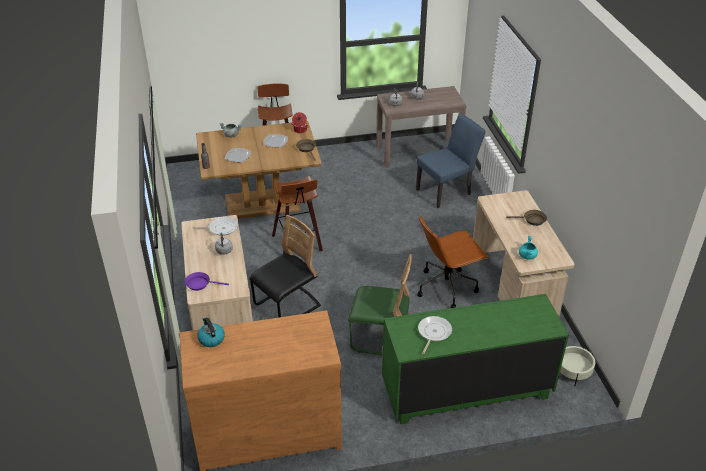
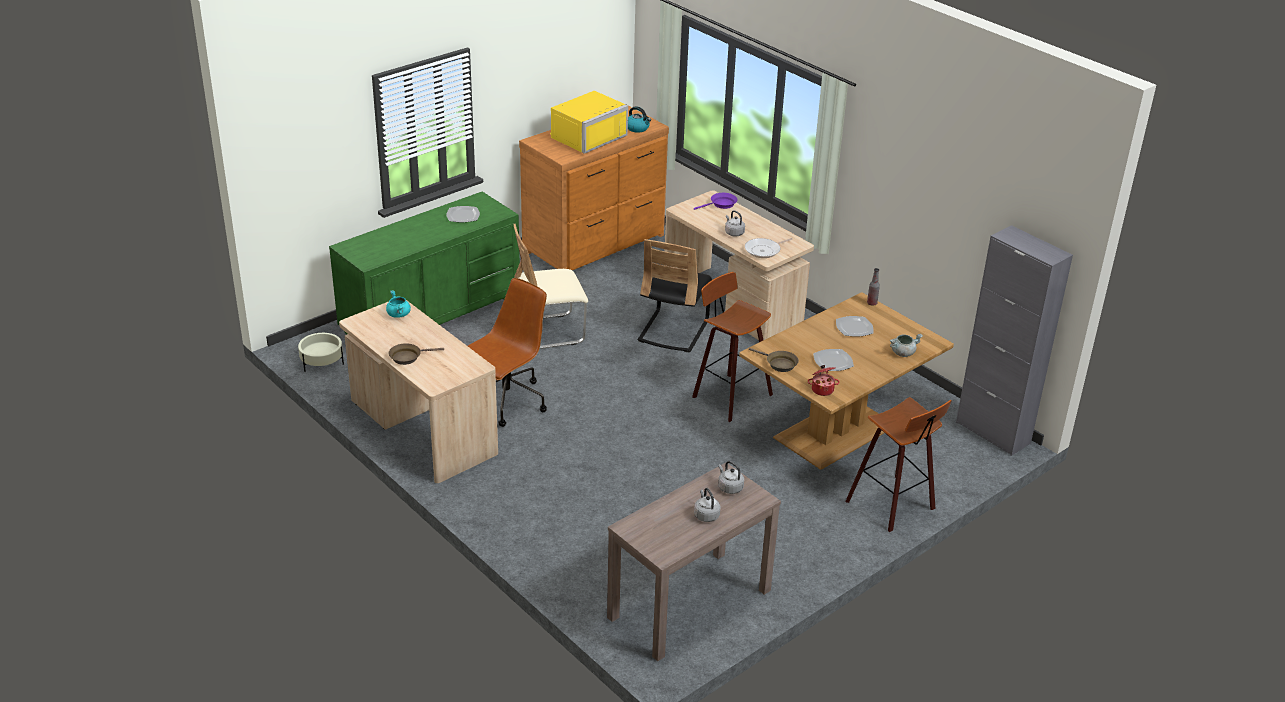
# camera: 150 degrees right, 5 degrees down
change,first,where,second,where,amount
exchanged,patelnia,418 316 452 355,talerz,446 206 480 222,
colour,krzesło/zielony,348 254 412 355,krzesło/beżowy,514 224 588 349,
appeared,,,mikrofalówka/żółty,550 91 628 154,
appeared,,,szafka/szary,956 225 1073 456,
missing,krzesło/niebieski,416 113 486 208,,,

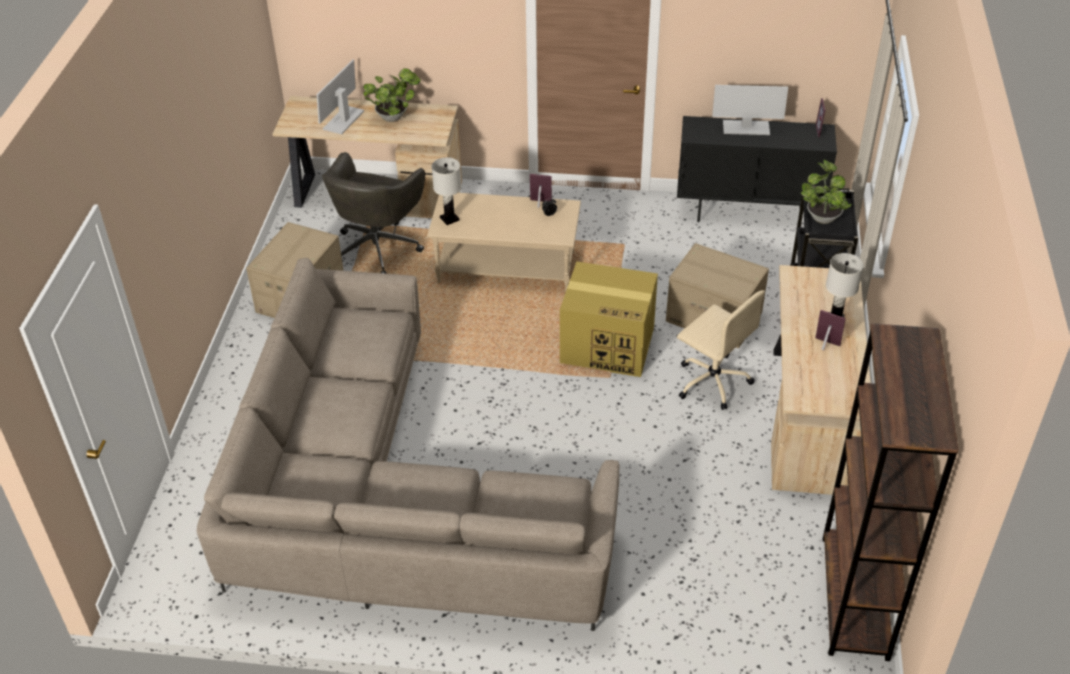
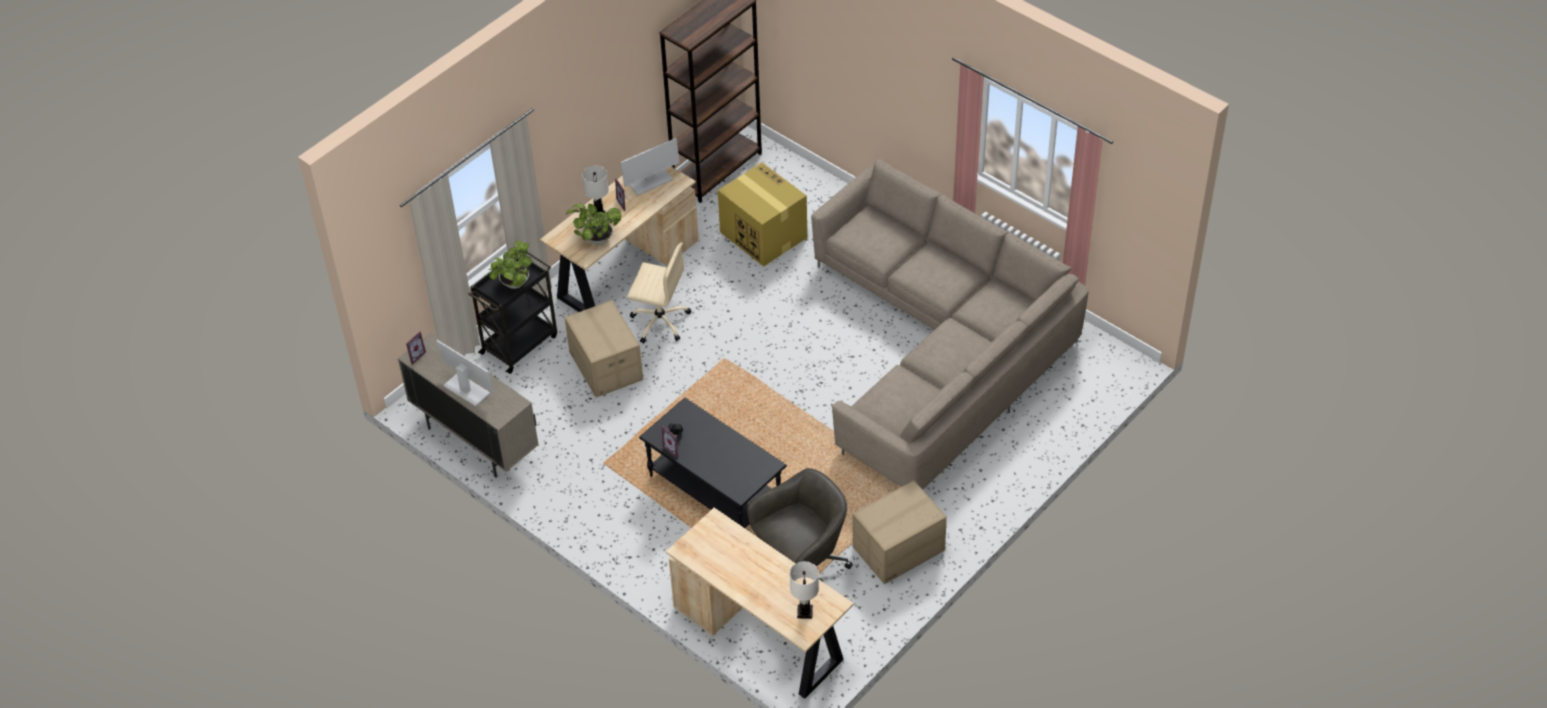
# camera: 145 degrees left, 5 degrees up
change,first,where,second,where,amount
colour,szafka/czarny,677 116 837 222,szafka/beżowy,398 333 539 478,
relocated,roślina doniczkowa,363 68 421 122,,566 203 621 245,
relocated,monitor,317 59 364 135,,621 138 680 195,
spun,krzesło biurowe/beżowy,677 290 765 410,,627 243 691 344,120 degrees clockwise
colour,ława/beżowy,427 193 581 292,ława/czarny,639 398 786 528,
relocated,karton,560 261 658 377,,718 162 807 267,
relocated,lampa stołowa/biały,432 157 462 225,,790 561 819 619,

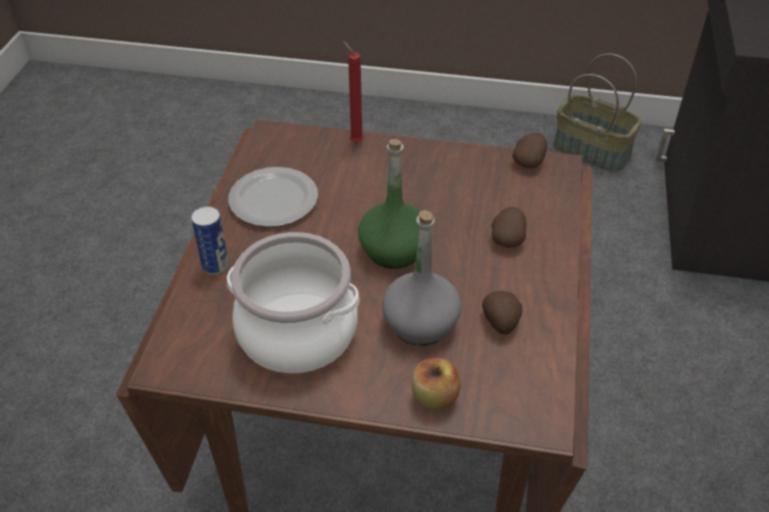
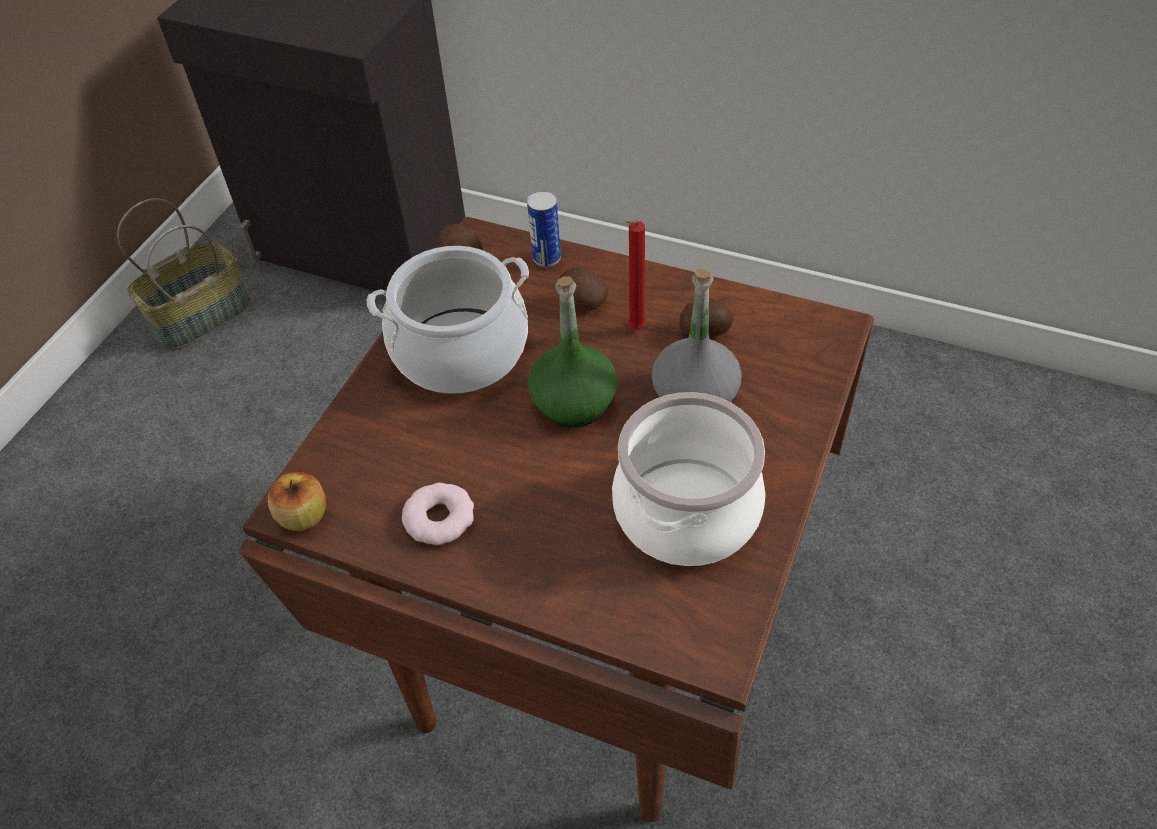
# camera: 75 degrees left, 5 degrees up
change,first,where,second,where,amount
relocated,jabłko,412 358 461 410,,267 472 326 531,
appeared,,,garnek,367 246 529 394,
exchanged,talerz,228 167 318 227,donut,402 483 474 545,
relocated,puszka,191 206 229 275,,527 191 561 268,
relocated,świeca/czerwony,343 41 364 143,,625 221 646 330,

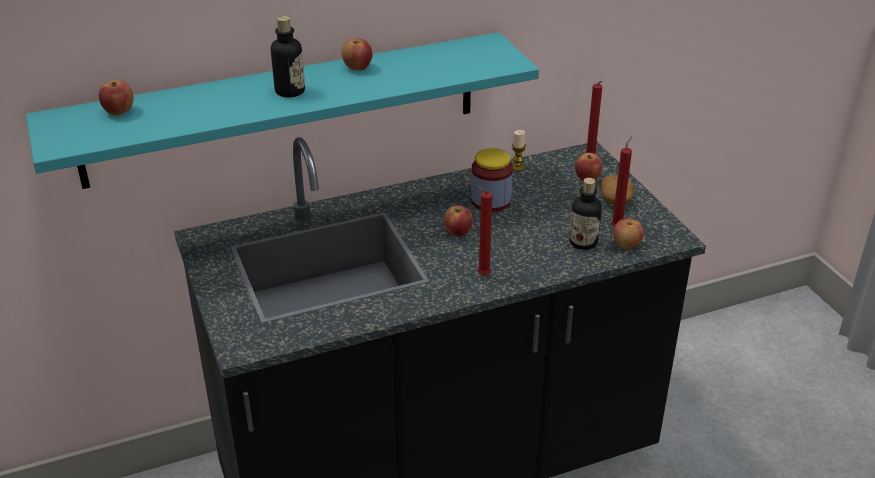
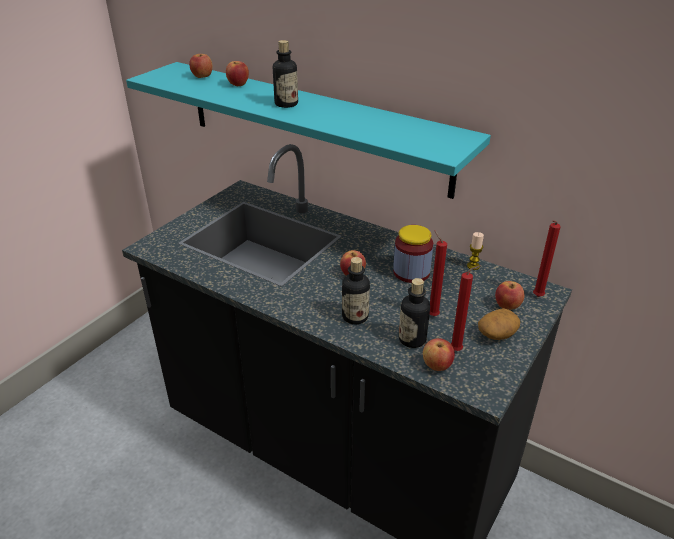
# camera: 55 degrees right, 0 degrees up
change,first,where,second,where,amount
relocated,jabłko,342 38 372 70,,226 61 249 86,
appeared,,,butelka,342 257 370 324,
relocated,świeca/czerwony,475 186 492 275,,430 230 447 316,

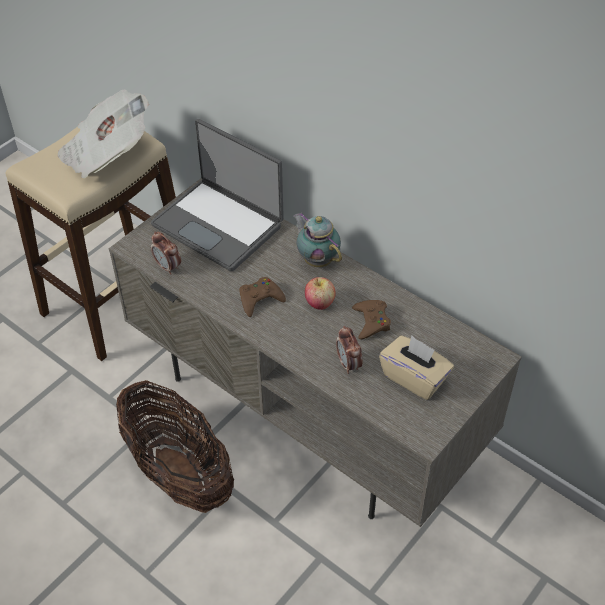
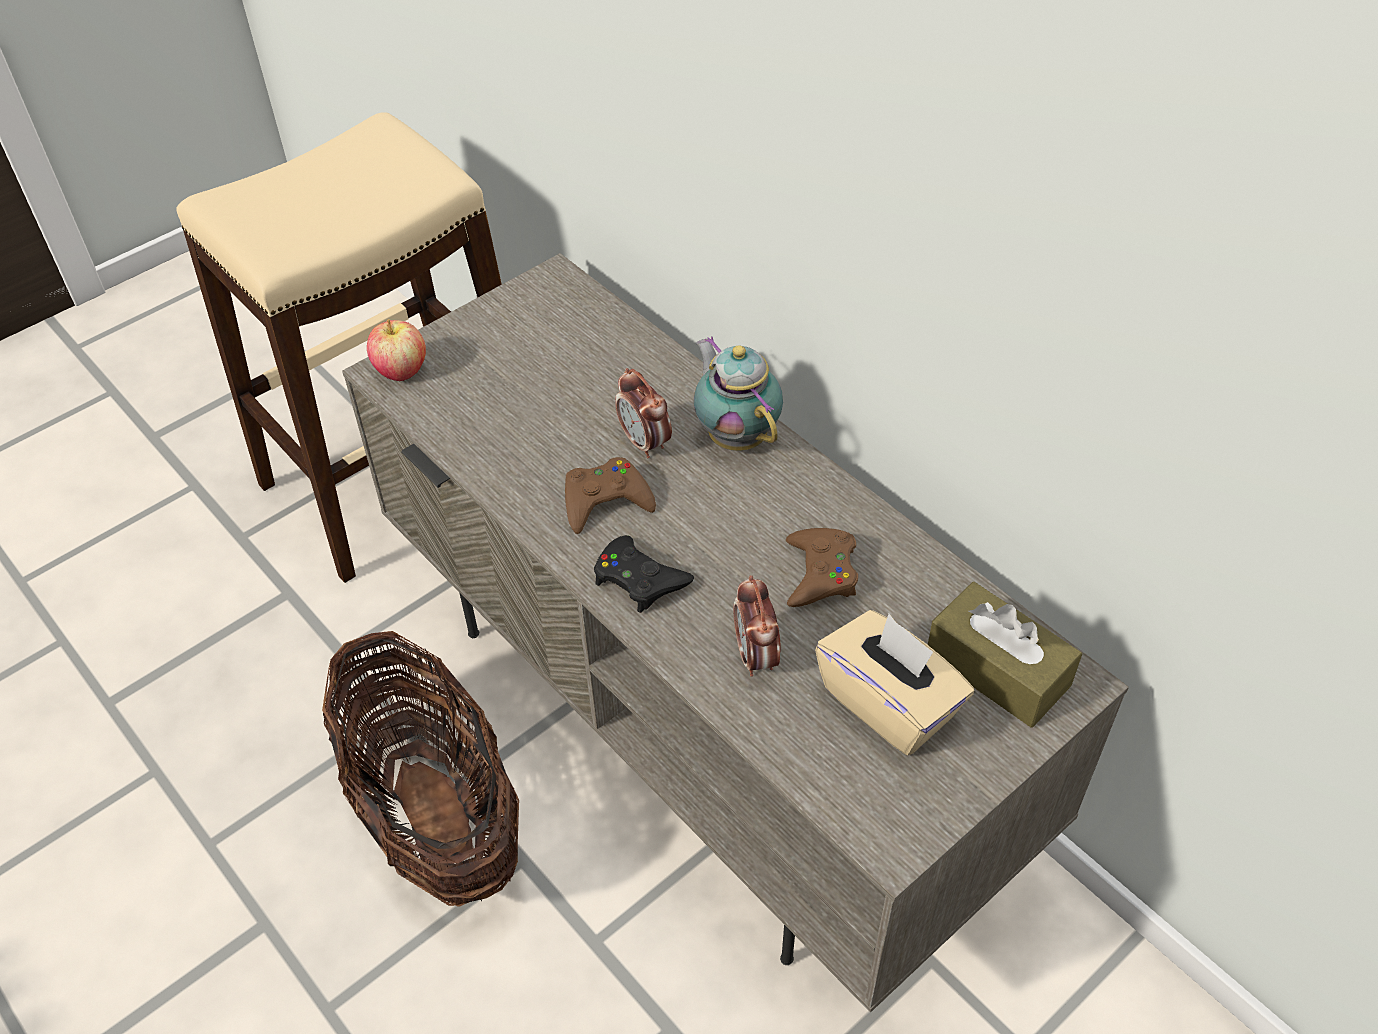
# camera: 10 degrees right, 0 degrees up
change,first,where,second,where,amount
relocated,jabłko,305 277 336 310,,367 319 426 381,
appeared,,,pad do gier/czarny,594 535 694 613,
relocated,budzik,151 231 181 275,,615 368 672 458,
appeared,,,pudełko chusteczek/brązowy,928 582 1082 728,
missing,gazeta,58 89 149 178,,,
missing,laptop,151 119 284 272,,,

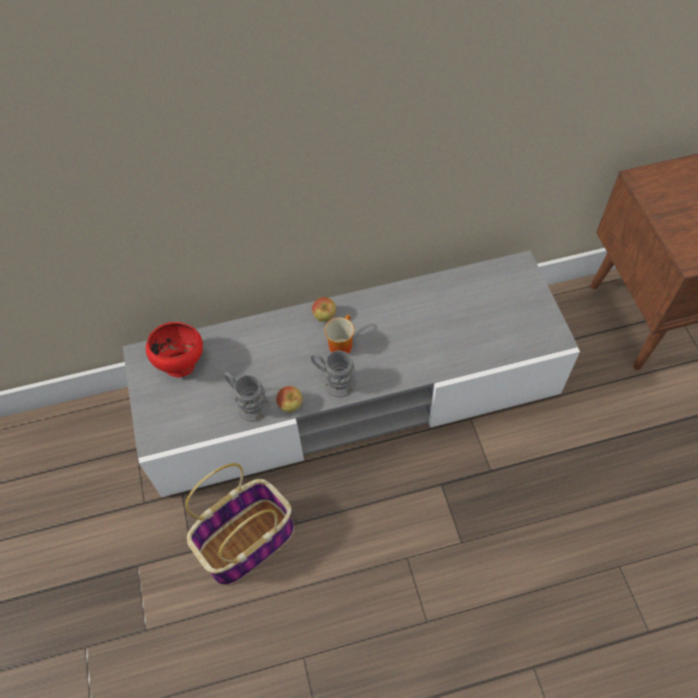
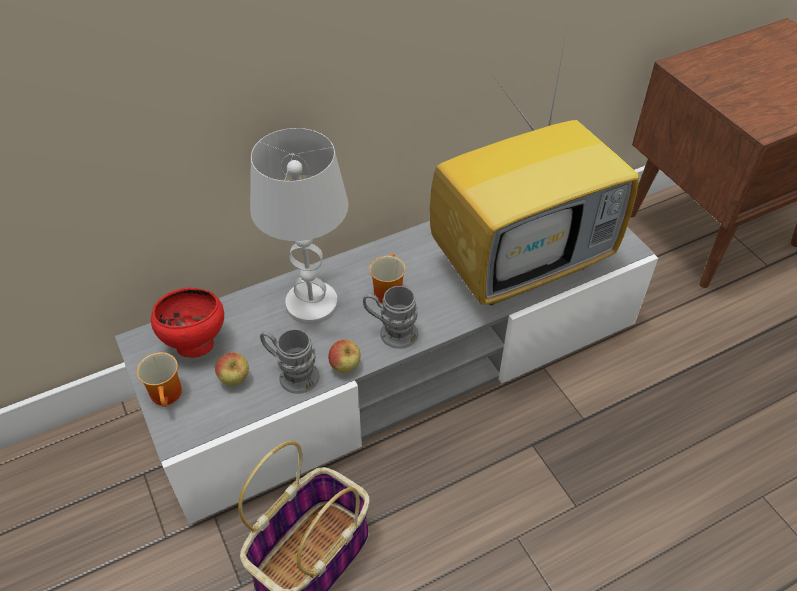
# camera: 15 degrees left, 10 degrees down
change,first,where,second,where,amount
appeared,,,kubek,136 352 182 407,
relocated,jabłko,312 297 336 322,,215 353 249 386,
appeared,,,lampa stołowa/biały,250 128 349 324,
appeared,,,telewizor,430 29 639 305,

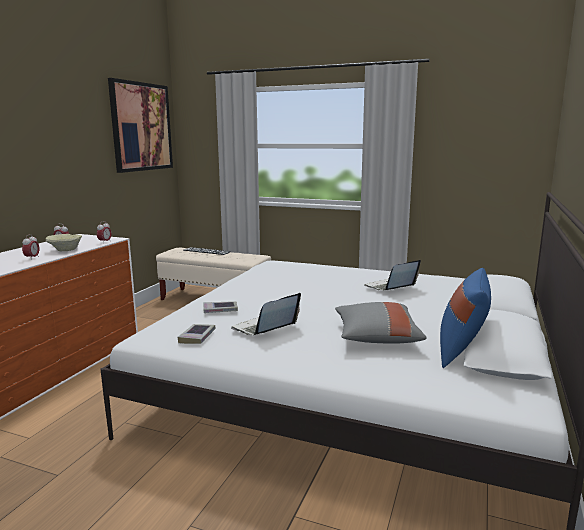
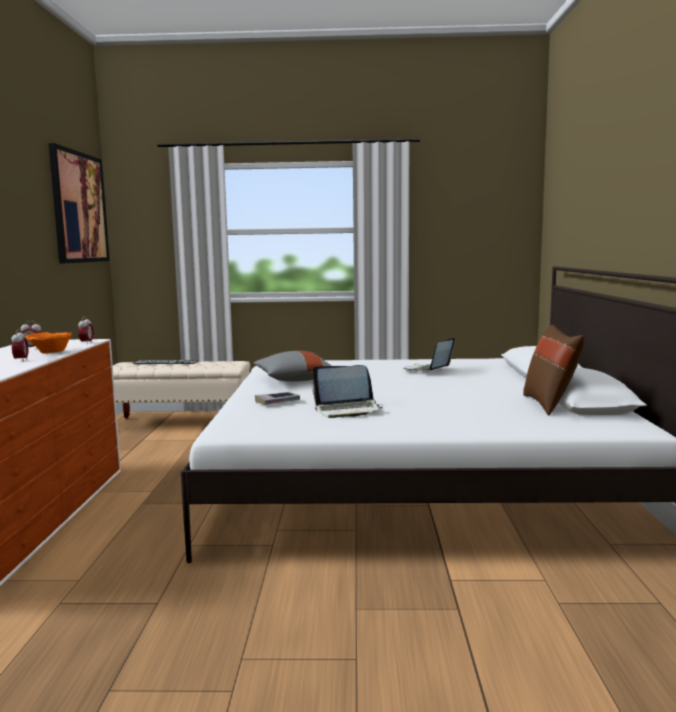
# camera: 20 degrees left, 5 degrees down
change,first,where,second,where,amount
colour,miska/beżowy,46 234 82 251,miska/pomarańczowy,26 332 72 353,
relocated,poduszka/szary,335 302 427 344,,254 351 332 382,
spun,laptop,231 293 301 335,,312 365 383 418,120 degrees counterclockwise
colour,poduszka/niebieski,440 268 491 368,poduszka/brązowy,523 325 584 415,
missing,książka,177 324 216 344,,,

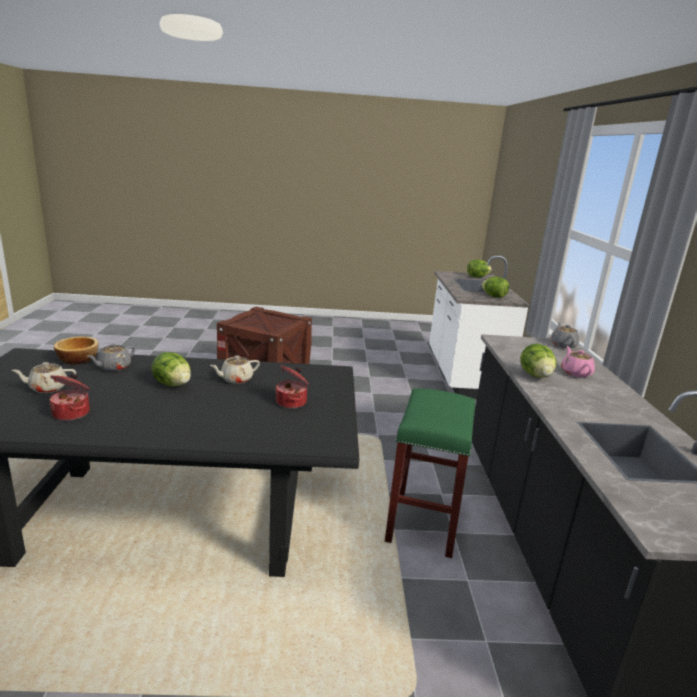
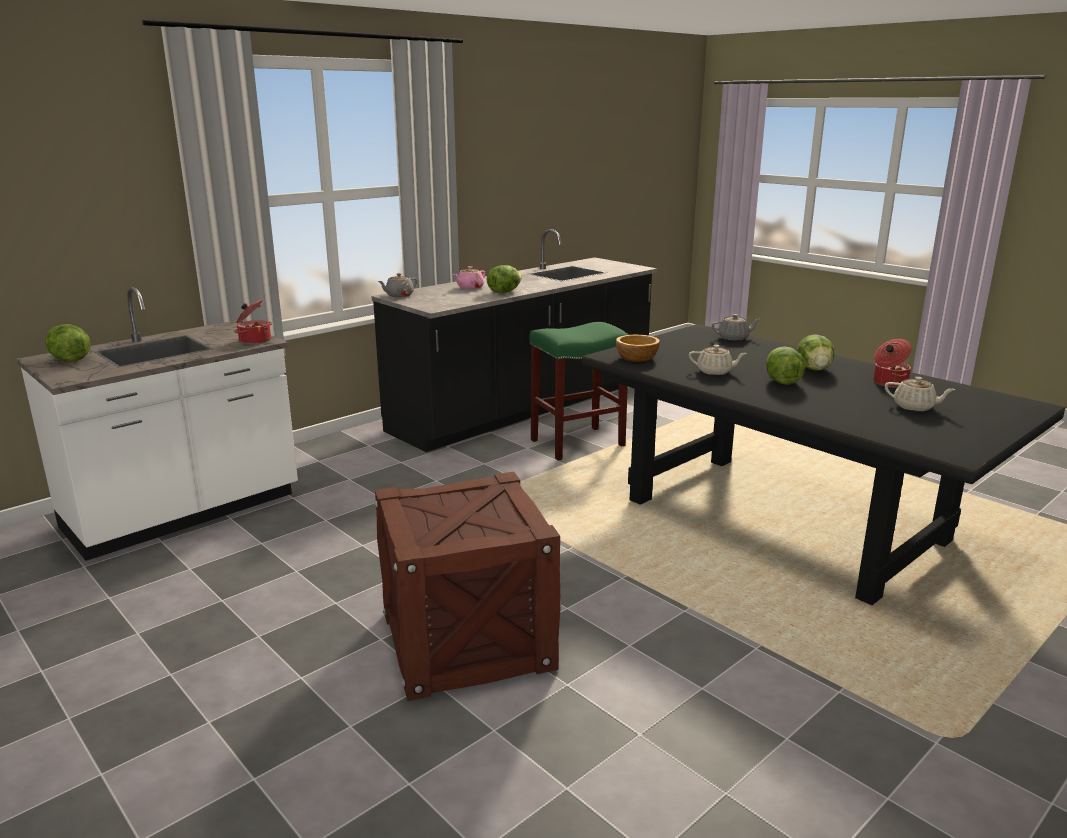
# camera: 130 degrees left, 0 degrees up
change,first,where,second,where,amount
relocated,garnek,275 365 309 409,,234 299 272 344,
relocated,miska,54 337 99 365,,616 335 660 362,
relocated,imbryk/szary,87 344 135 371,,712 314 760 340,
relocated,sałata,482 277 509 298,,797 334 834 371,

